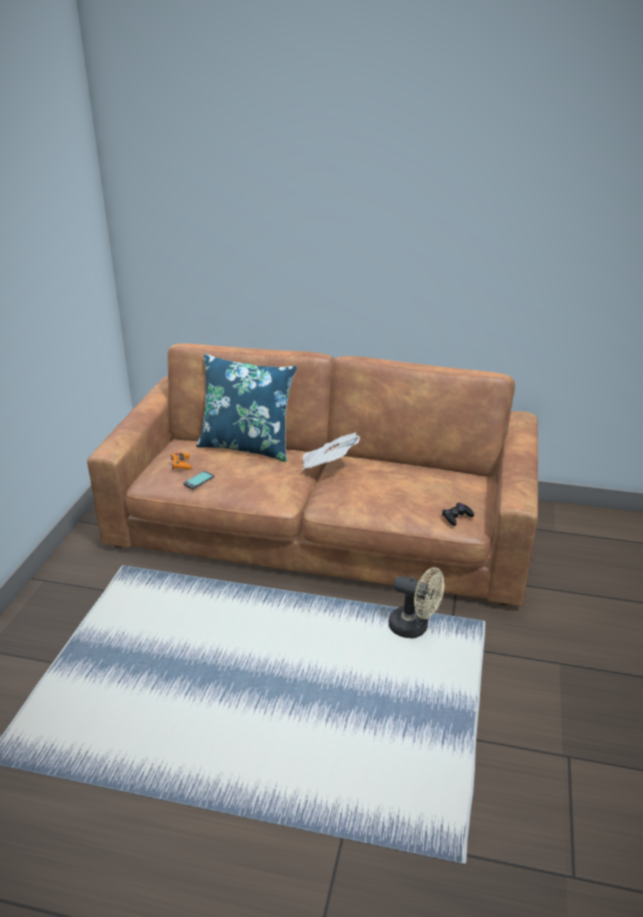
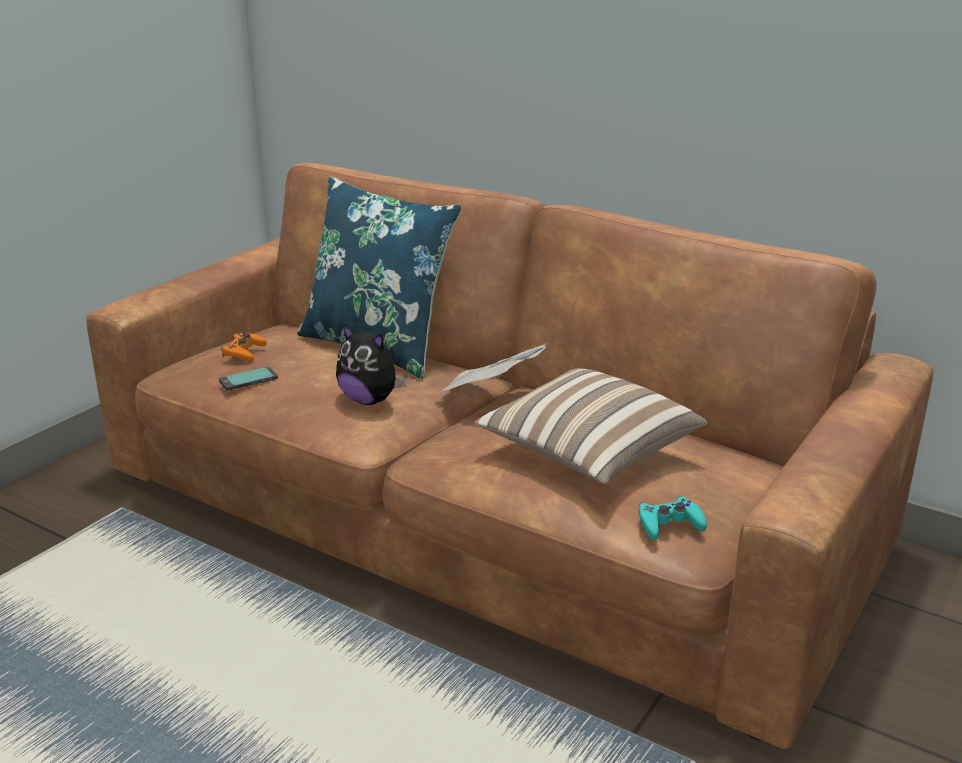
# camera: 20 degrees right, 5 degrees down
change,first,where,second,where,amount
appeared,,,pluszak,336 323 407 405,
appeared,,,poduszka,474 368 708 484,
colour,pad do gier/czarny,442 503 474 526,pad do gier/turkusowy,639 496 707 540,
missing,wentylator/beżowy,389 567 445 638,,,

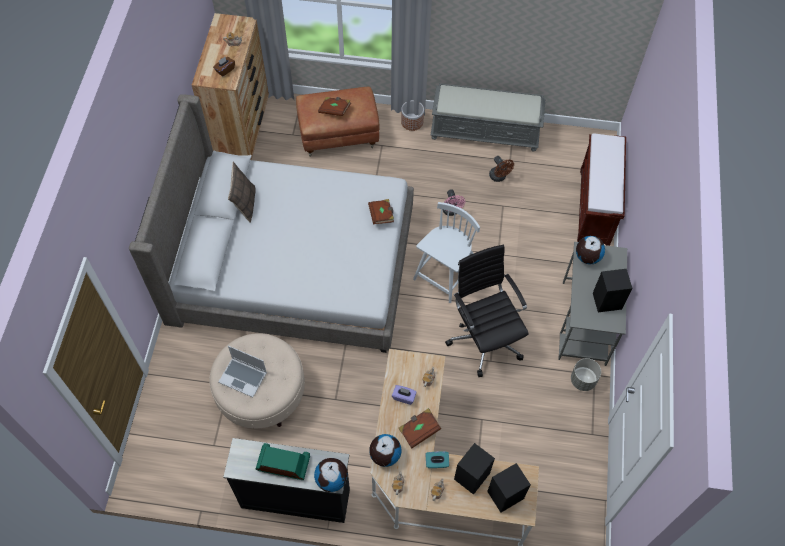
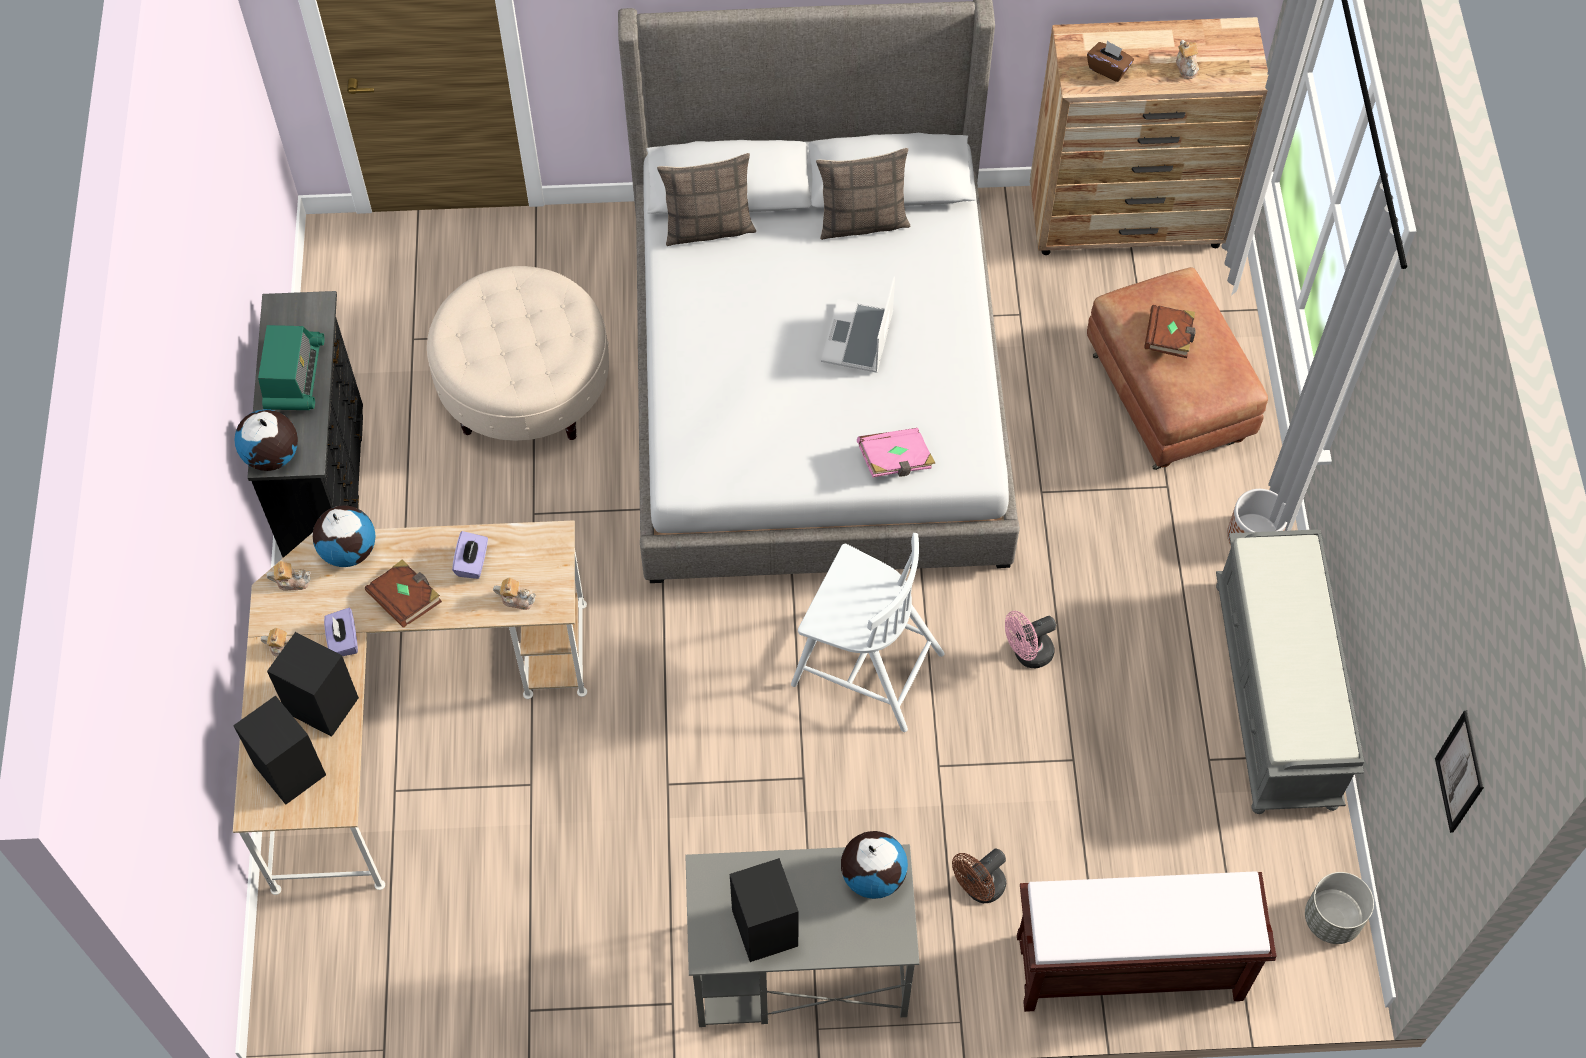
# camera: 80 degrees right, 0 degrees up
change,first,where,second,where,amount
colour,pudełko chusteczek/turkusowy,425 452 449 468,pudełko chusteczek/fioletowy,324 608 358 656,
appeared,,,poduszka,657 153 756 246,
relocated,laptop,218 346 267 397,,821 276 895 373,
colour,książka/brązowy,368 199 394 224,książka/różowy,857 428 935 477,
relocated,wentylator/brązowy,489 156 514 182,,952 848 1006 903,
relocated,donica/szary,571 358 601 391,,1305 872 1374 944,
appeared,,,obraz,1435 711 1484 833,
missing,krzesło biurowe/czarny,445 245 528 377,,,

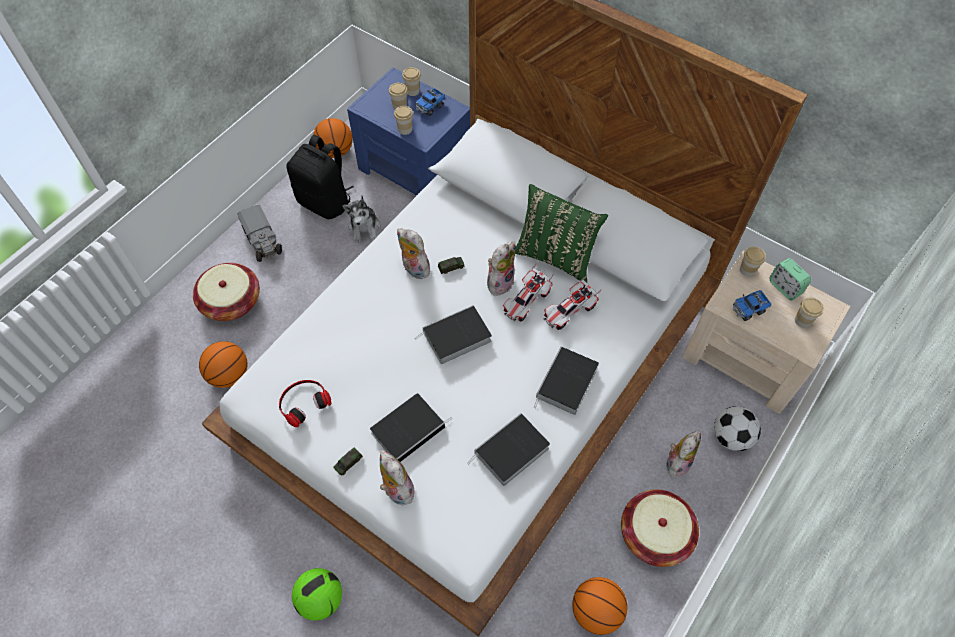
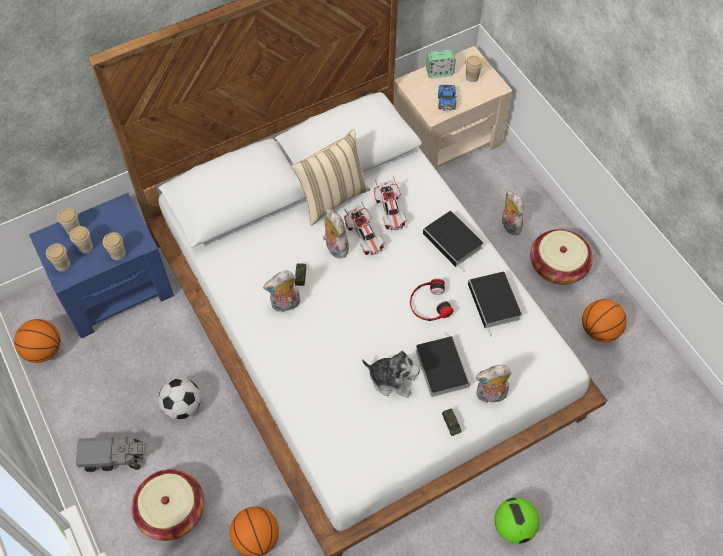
# camera: 65 degrees left, 0 degrees up
change,first,where,second,where,amount
relocated,filiżanka,740 246 766 277,,46 244 70 271,
relocated,piłka futbolowa,714 406 761 451,,158 377 201 419,
colour,poduszka/zielony,515 184 608 283,poduszka/beżowy,292 129 371 226,
relocated,pluszak,342 196 381 243,,362 351 420 398,
relocated,słuchawki,279 380 331 427,,410 279 454 321,
missing,plecak/czarny,286 135 354 219,,,
missing,książka,414 305 492 364,,,
missing,ciężarówka zabawkowa,416 88 446 116,,,

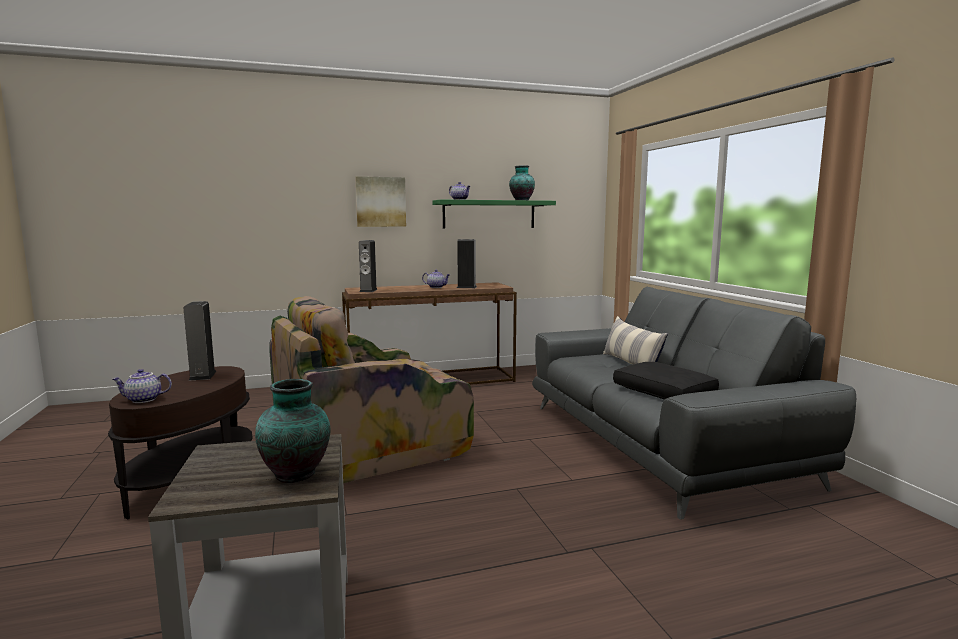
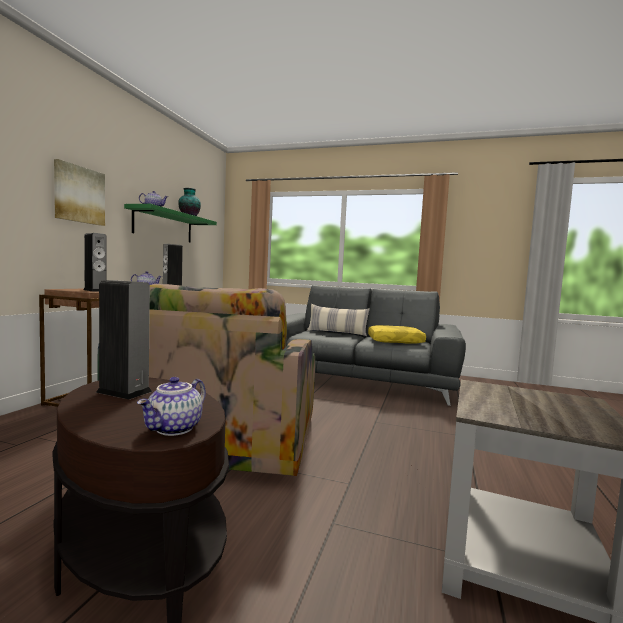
# camera: 55 degrees left, 5 degrees down
change,first,where,second,where,amount
colour,poduszka/czarny,613 362 719 399,poduszka/żółty,368 325 426 344,
missing,wazon,255 379 331 483,,,

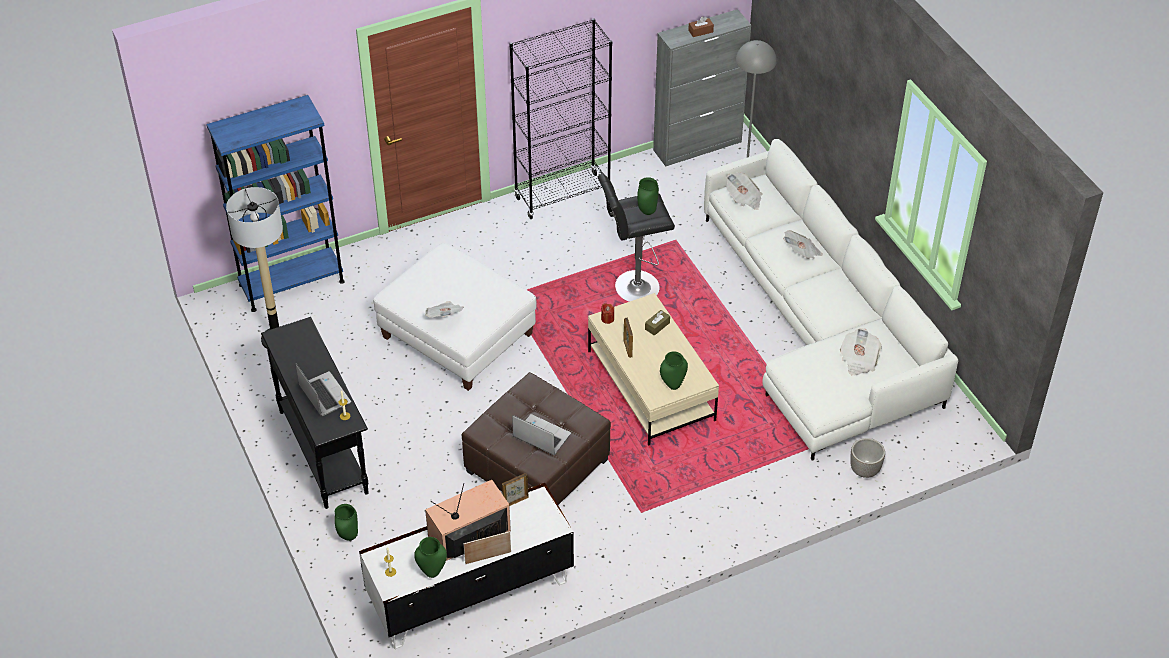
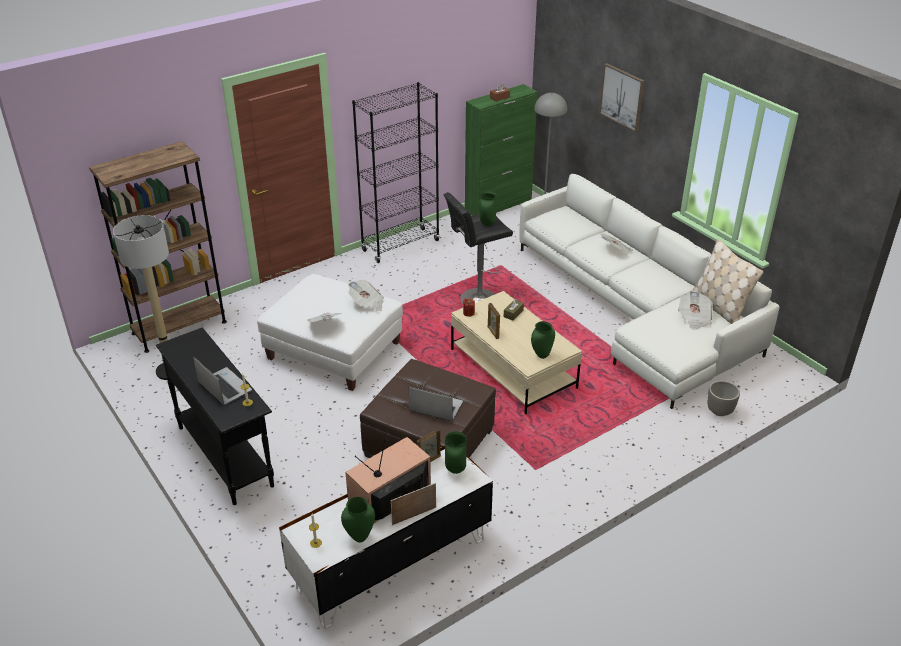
# camera: 10 degrees left, 10 degrees down
change,first,where,second,where,amount
colour,regał/niebieski,206 95 345 312,regał/brązowy,89 141 227 353,
relocated,gazeta,726 173 763 210,,348 280 384 311,
relocated,wazon/zielony,335 504 358 541,,445 431 467 474,
colour,szafka/szary,653 9 751 167,szafka/zielony,465 84 538 216,
appeared,,,obraz,599 63 645 132,
appeared,,,poduszka/beżowy,692 239 763 324,

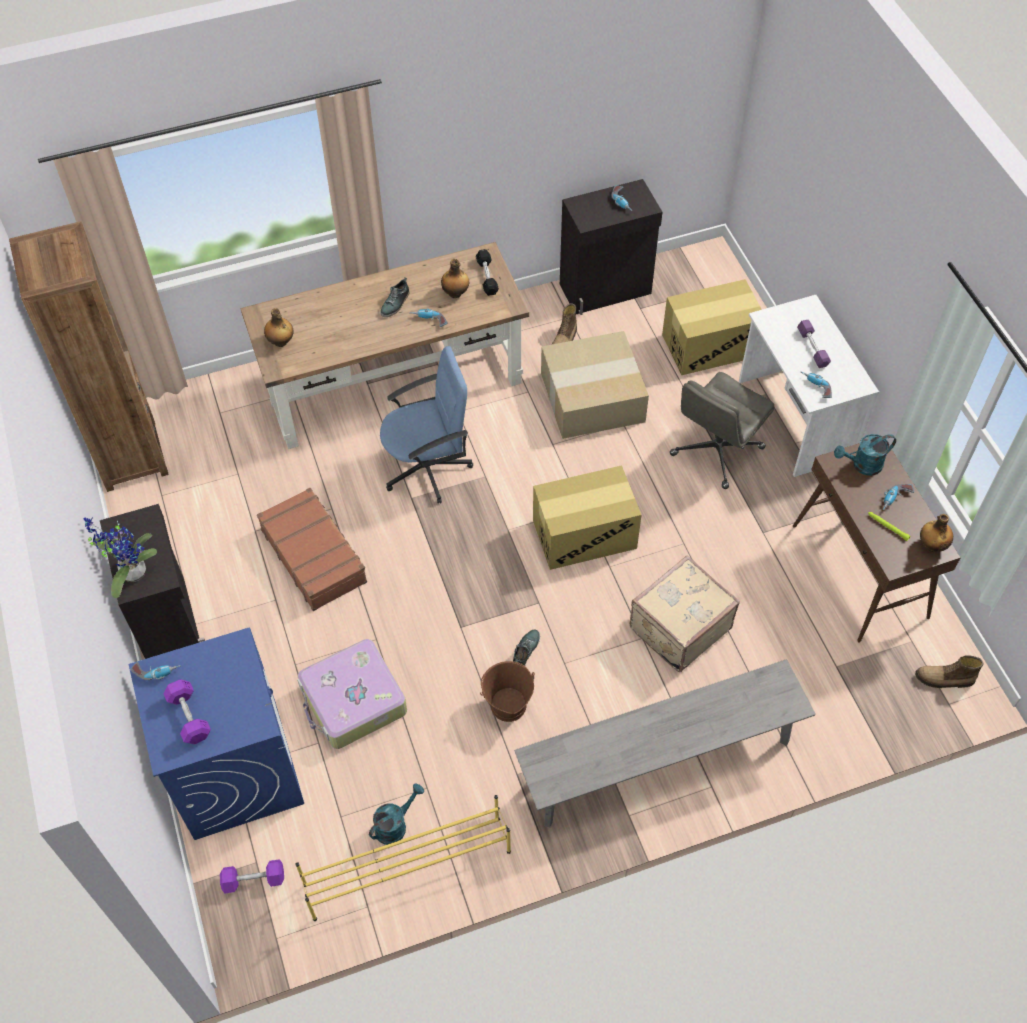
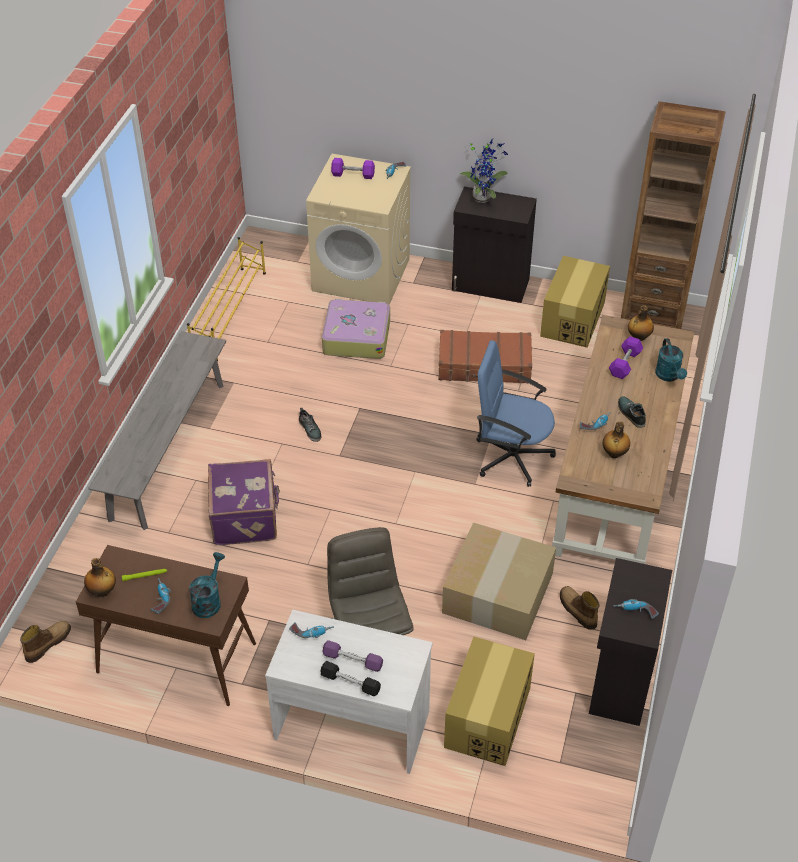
# camera: 125 degrees right, 10 degrees down
change,first,where,second,where,amount
colour,walizka/beżowy,629 555 740 672,walizka/fioletowy,208 459 280 545,
colour,pralka/niebieski,128 628 304 840,pralka/beżowy,306 154 411 305,
relocated,hantel/czarny,476 249 499 296,,320 661 381 696,
spun,krzesło biurowe/niebieski,380 346 473 504,,476 340 556 487,90 degrees clockwise
relocated,karton,533 465 641 570,,540 256 610 348,
relocated,hantel/fioletowy,220 859 284 893,,609 336 643 379,
relocated,konewka/turkusowy,369 783 425 845,,655 338 687 382,
missing,wiadro/brązowy,480 661 535 722,,,

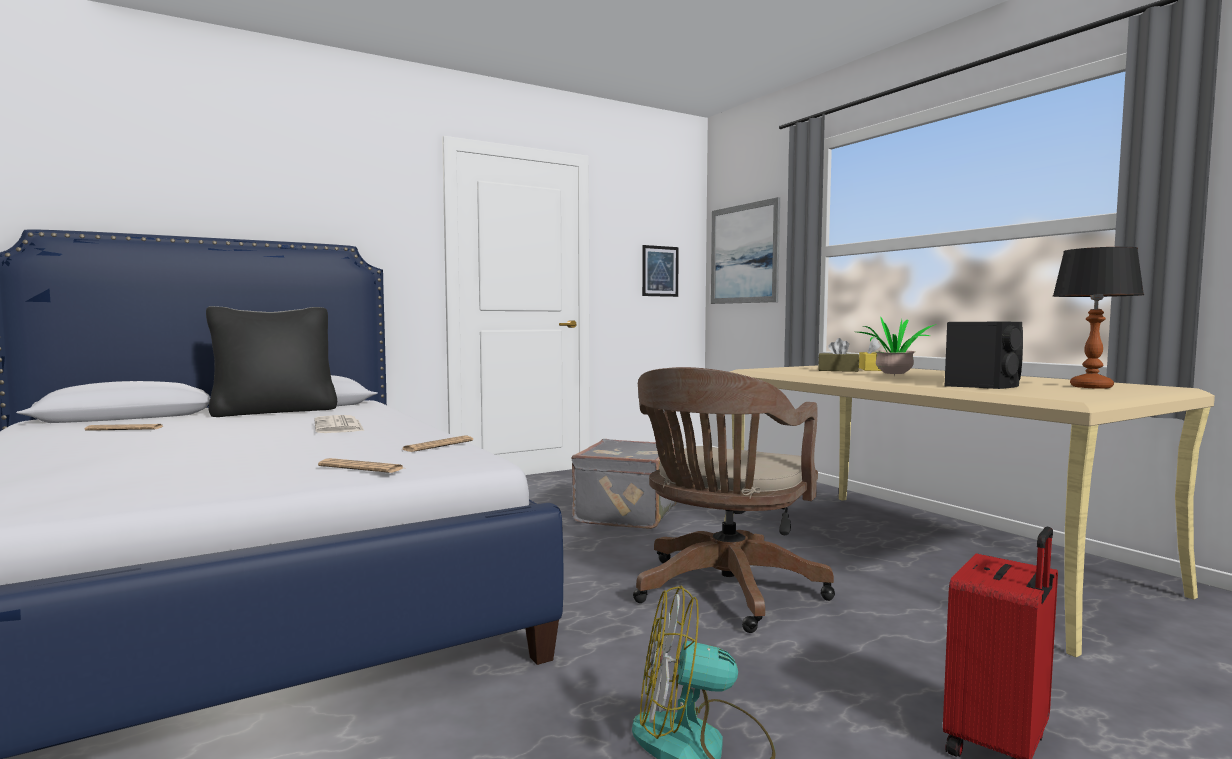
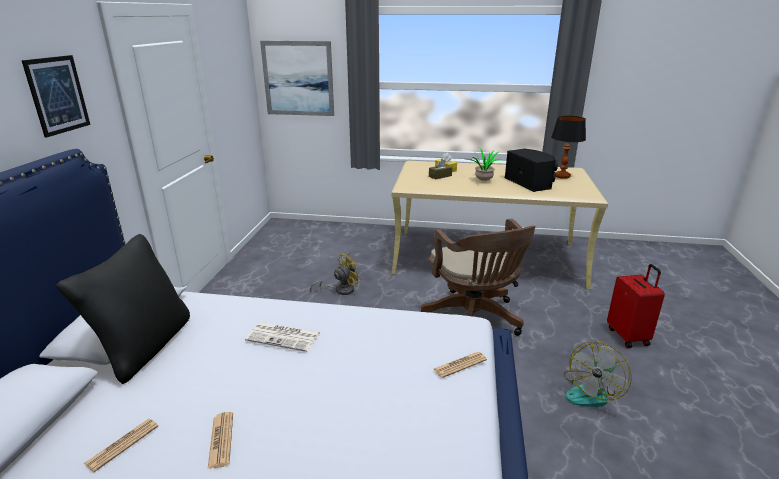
# camera: 50 degrees left, 20 degrees up
change,first,where,second,where,amount
relocated,obraz,642 245 679 297,,21 55 90 138,
relocated,gazeta,401 436 473 452,,208 412 233 469,
exchanged,walizka/szary,571 439 677 529,wentylator/żółty,310 253 361 295,

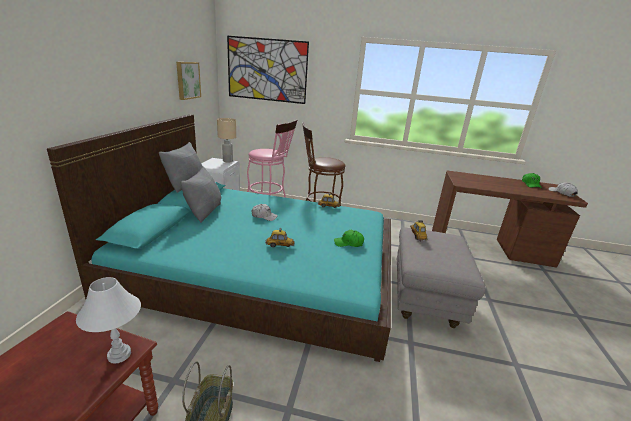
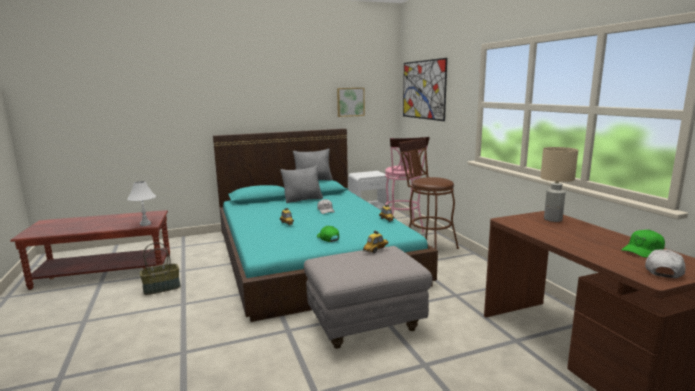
# camera: 60 degrees right, 10 degrees down
change,first,where,second,where,amount
relocated,lampa stołowa/beżowy,217 118 236 162,,540 147 578 222,

